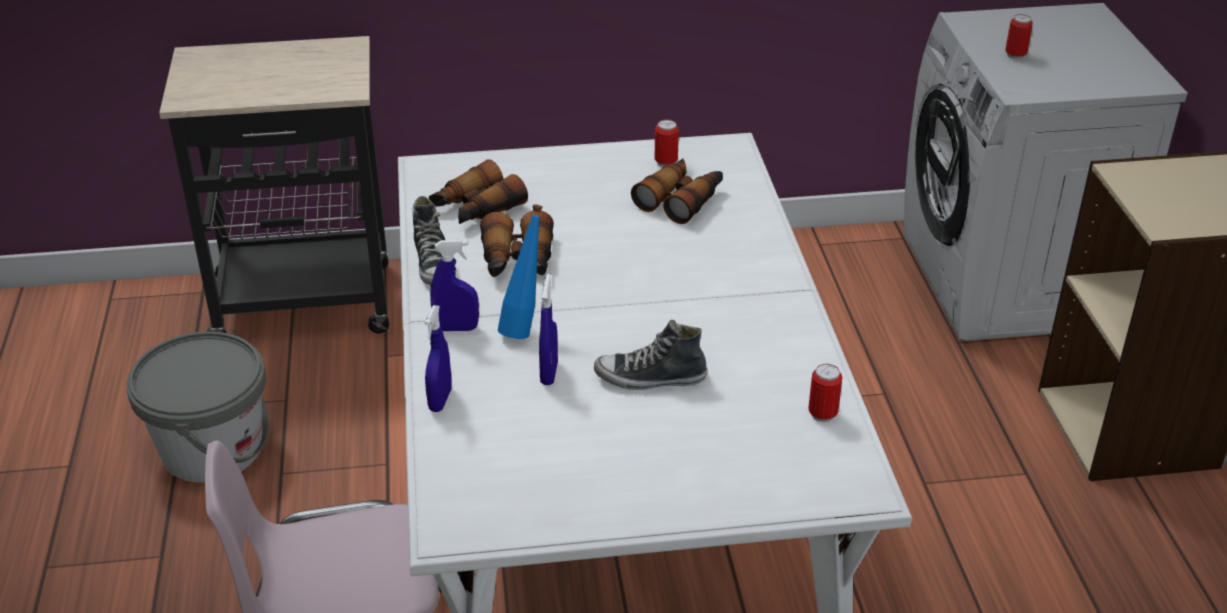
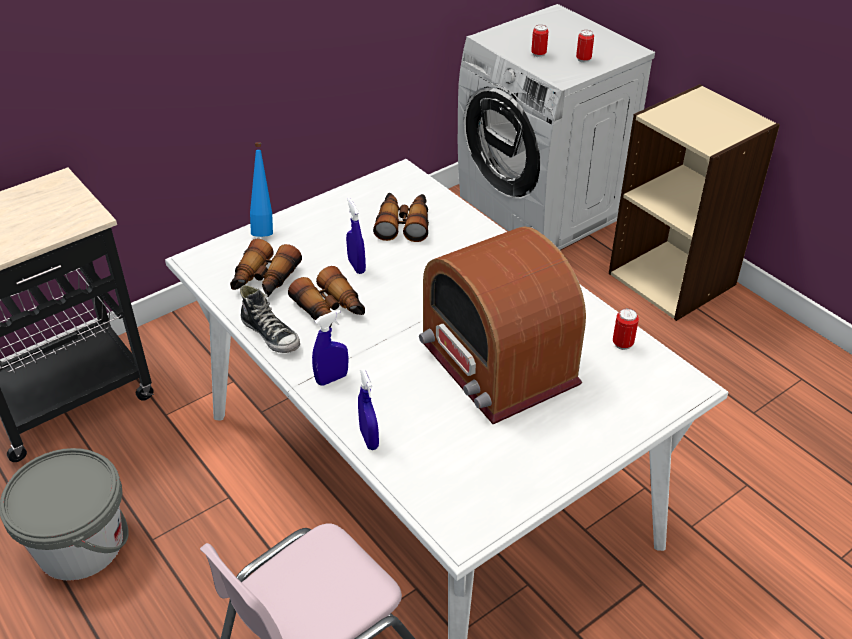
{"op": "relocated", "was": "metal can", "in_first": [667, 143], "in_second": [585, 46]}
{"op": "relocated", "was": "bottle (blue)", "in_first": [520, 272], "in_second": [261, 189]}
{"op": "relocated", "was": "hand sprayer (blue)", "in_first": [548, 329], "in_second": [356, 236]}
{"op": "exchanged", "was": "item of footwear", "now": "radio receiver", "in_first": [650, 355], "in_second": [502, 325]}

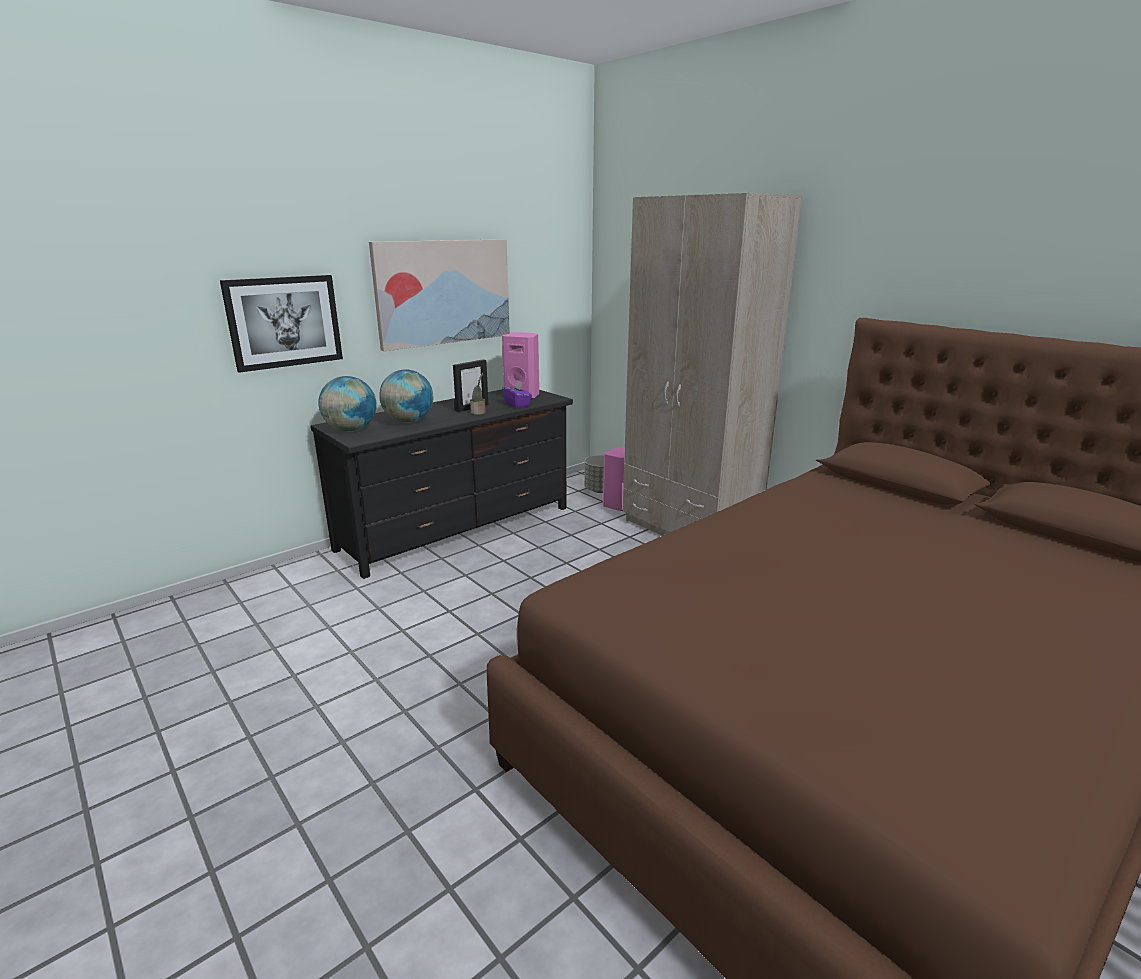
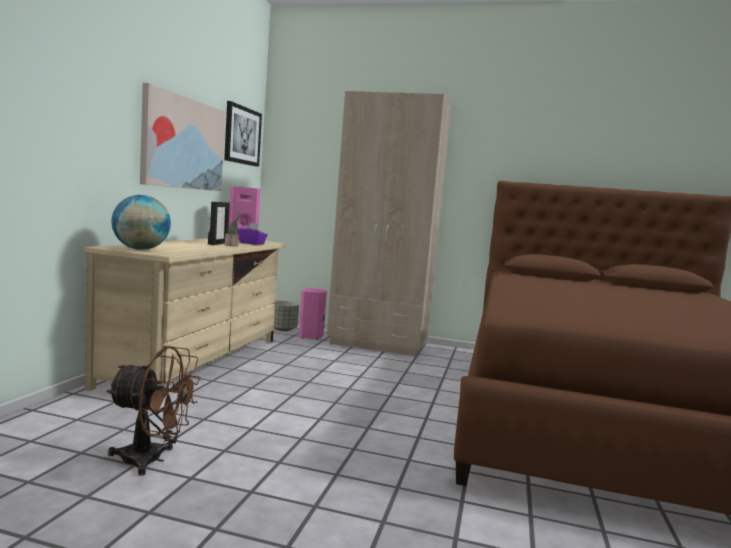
{"op": "relocated", "was": "wall art", "in_first": [281, 324], "in_second": [243, 134]}
{"op": "missing", "was": "desk globe", "in_first": [406, 396]}
{"op": "colour", "was": "chest of drawers (blackish)", "now": "chest of drawers (beige-coloured)", "in_first": [442, 484], "in_second": [185, 314]}
{"op": "appeared", "now": "fan (brownish)", "in_second": [154, 411]}

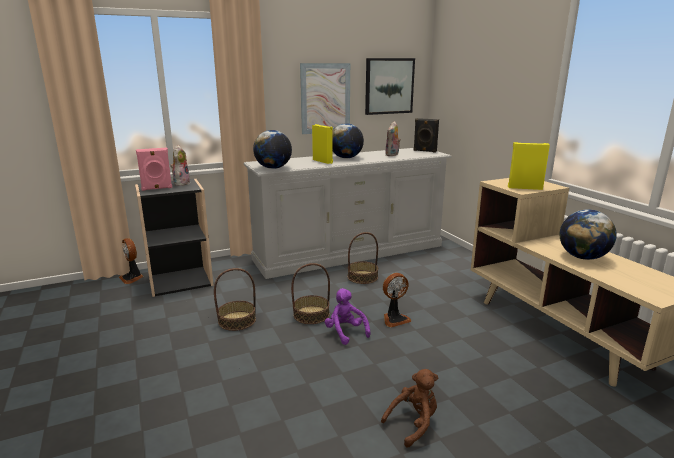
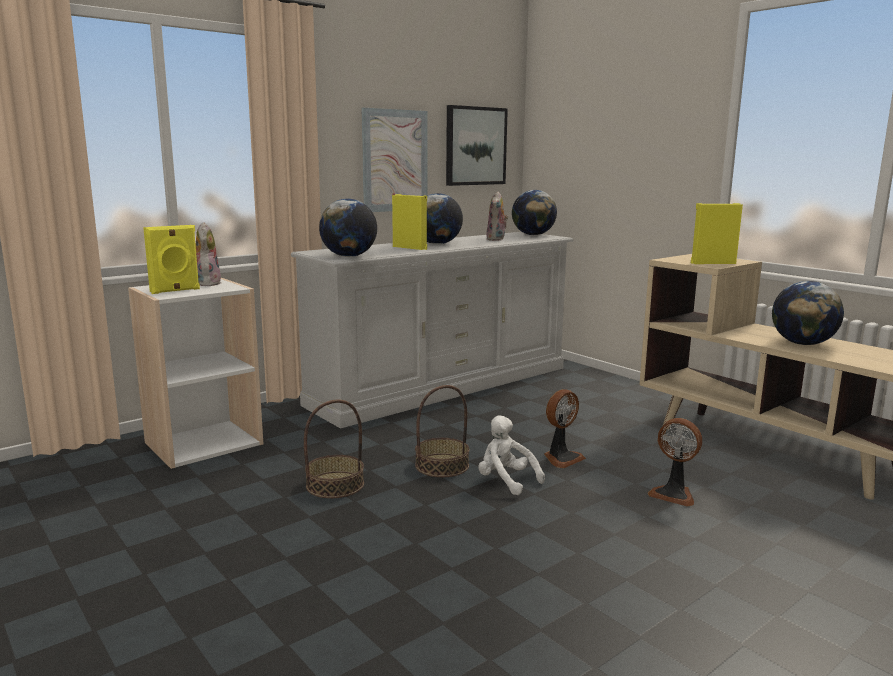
{"op": "exchanged", "was": "audio speaker (blackish)", "now": "desk globe", "in_first": [426, 135], "in_second": [534, 212]}
{"op": "colour", "was": "audio speaker (pink-coloured)", "now": "audio speaker (yellow-coloured)", "in_first": [154, 169], "in_second": [171, 259]}
{"op": "colour", "was": "bookshelf (blackish)", "now": "bookshelf (whitish)", "in_first": [174, 237], "in_second": [195, 373]}
{"op": "missing", "was": "household basket", "in_first": [363, 258]}
{"op": "relocated", "was": "fan", "in_first": [131, 261], "in_second": [675, 462]}
{"op": "colour", "was": "plush toy (purple)", "now": "plush toy (whitish)", "in_first": [348, 316], "in_second": [511, 455]}
{"op": "missing", "was": "plush toy (brownish)", "in_first": [409, 408]}

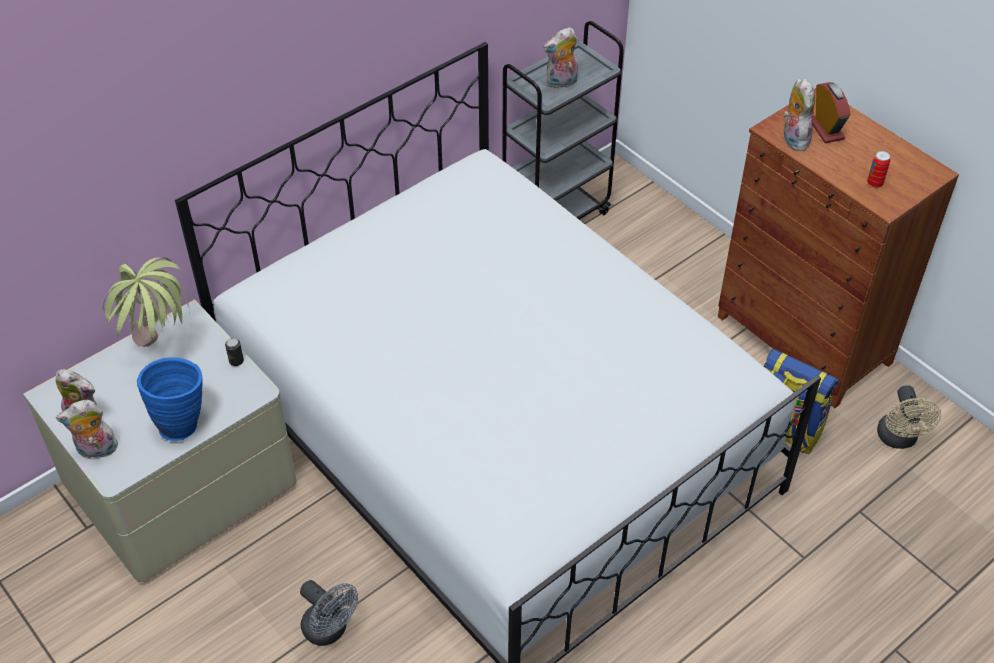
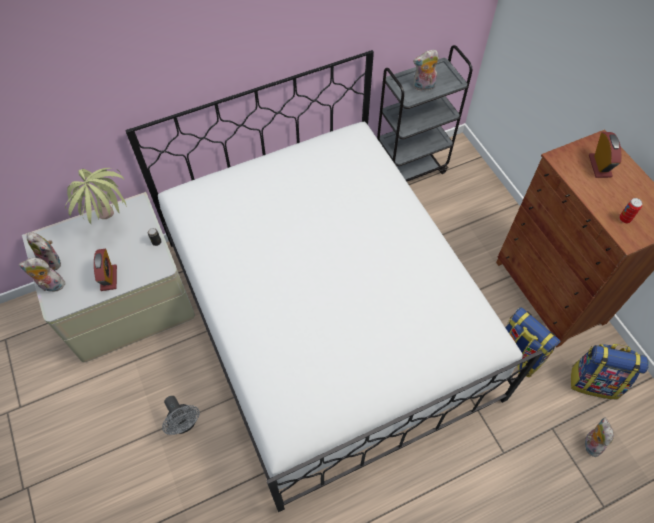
{"op": "relocated", "was": "plush toy", "in_first": [799, 115], "in_second": [599, 437]}
{"op": "exchanged", "was": "vase (blue)", "now": "alarm clock", "in_first": [170, 399], "in_second": [105, 270]}
{"op": "exchanged", "was": "fan (beige-coloured)", "now": "rucksack", "in_first": [909, 417], "in_second": [610, 371]}

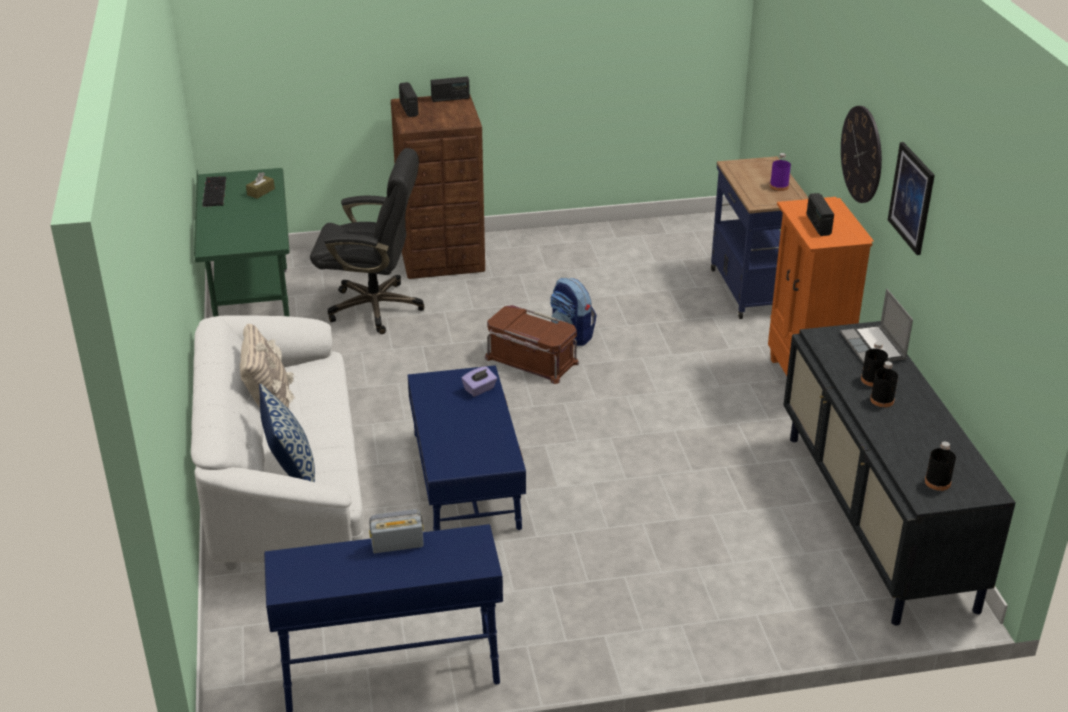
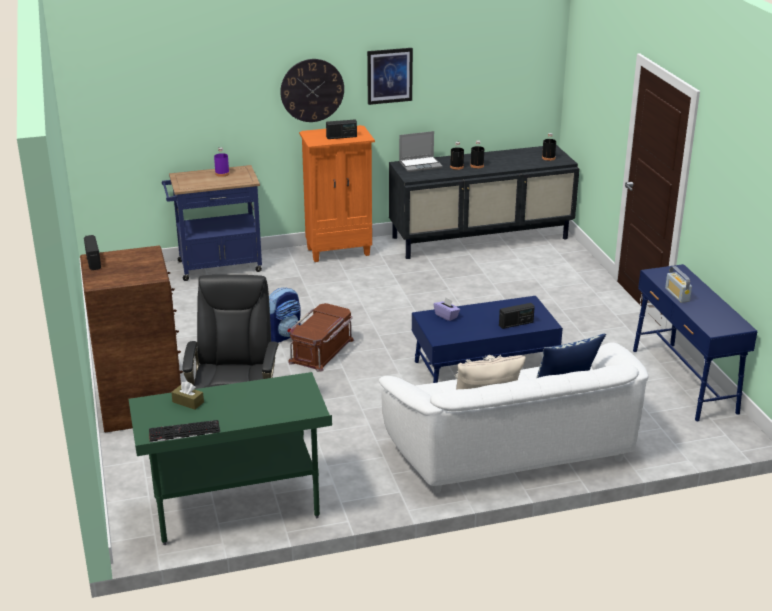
{"op": "relocated", "was": "radio receiver", "in_first": [409, 99], "in_second": [517, 316]}

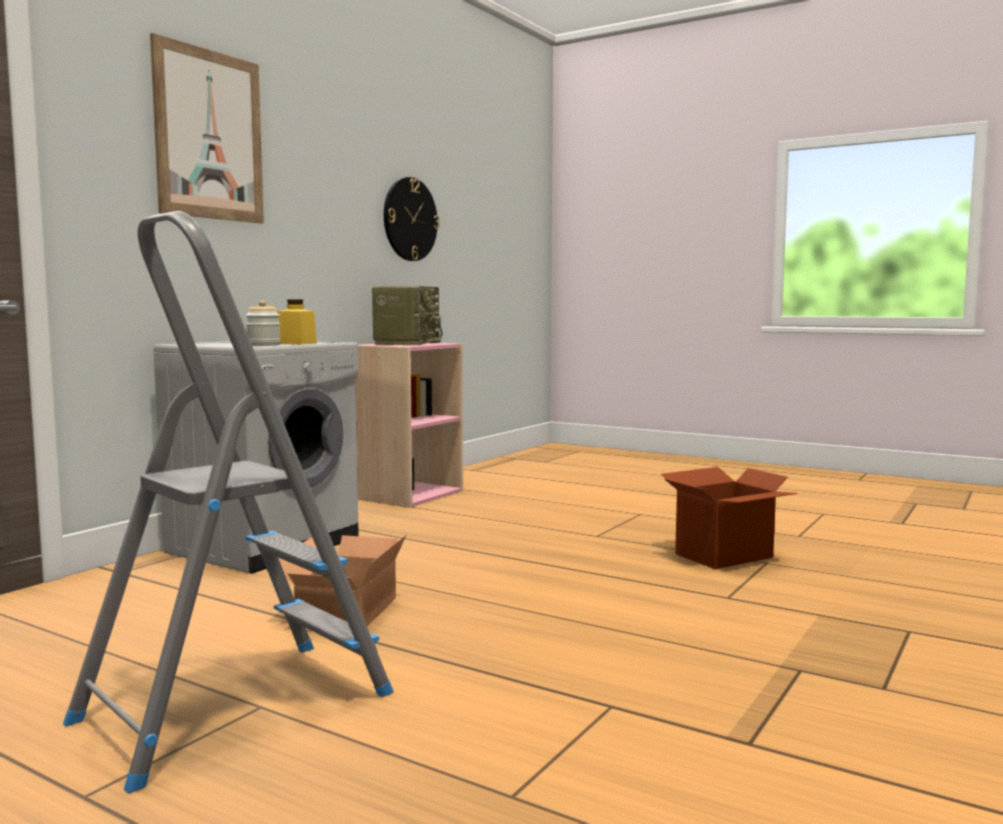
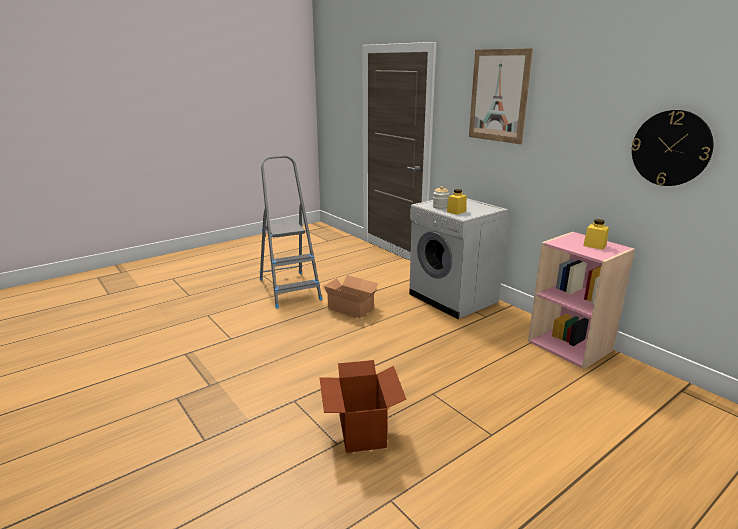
{"op": "exchanged", "was": "radio receiver", "now": "preserve jar (yellow-coloured)", "in_first": [407, 315], "in_second": [596, 234]}

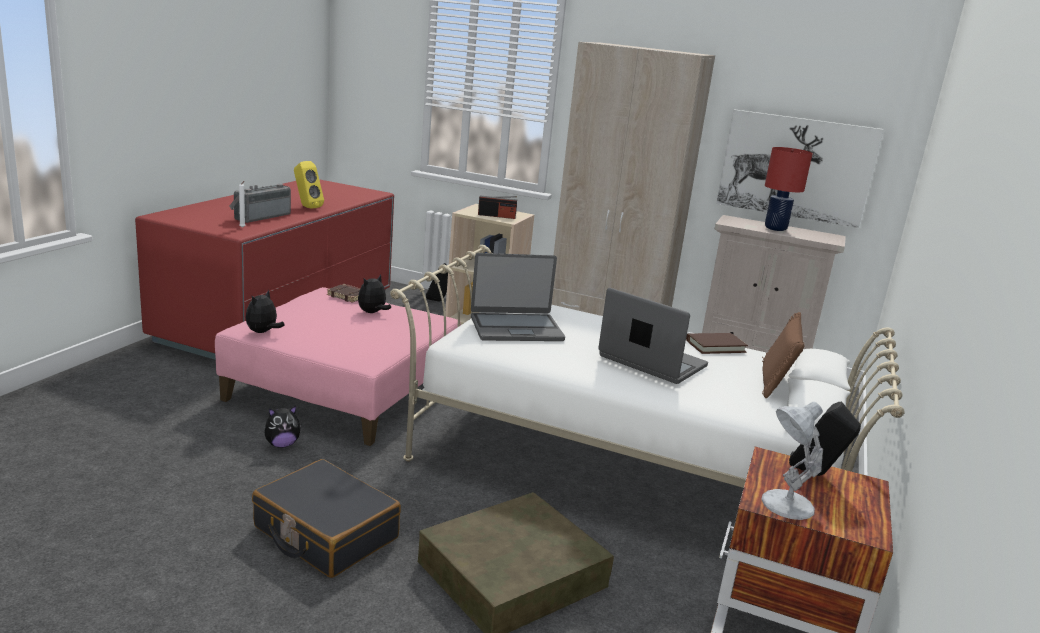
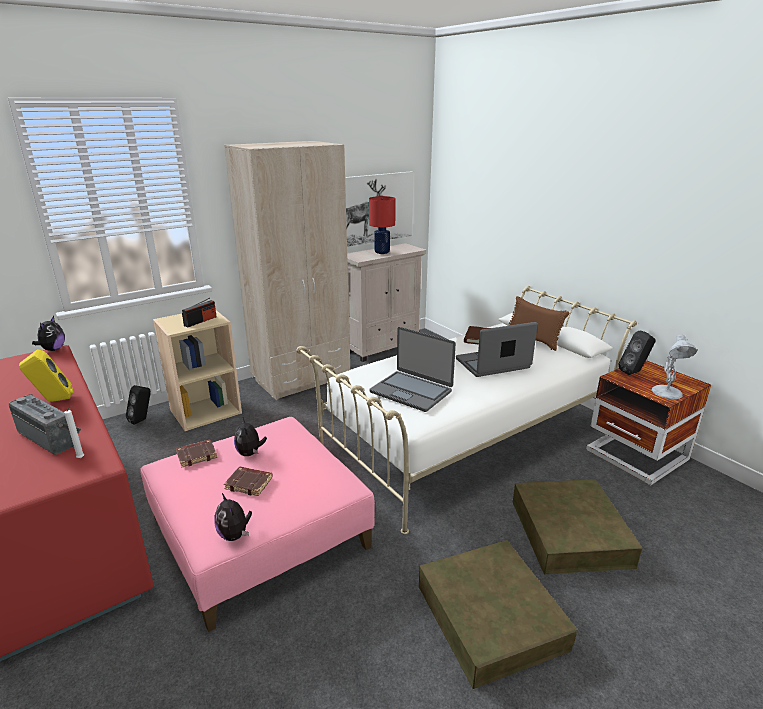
{"op": "spun", "was": "radio receiver", "in_first": [260, 203], "in_second": [45, 424], "clockwise": 150}
{"op": "spun", "was": "portable computer", "in_first": [518, 297], "in_second": [412, 369], "clockwise": 105}
{"op": "relocated", "was": "plush toy", "in_first": [283, 427], "in_second": [48, 333]}
{"op": "exchanged", "was": "piece of luggage (blackish)", "now": "storage container (brownish)", "in_first": [326, 518], "in_second": [498, 614]}
{"op": "appeared", "now": "bound book (brownish)", "in_second": [248, 481]}

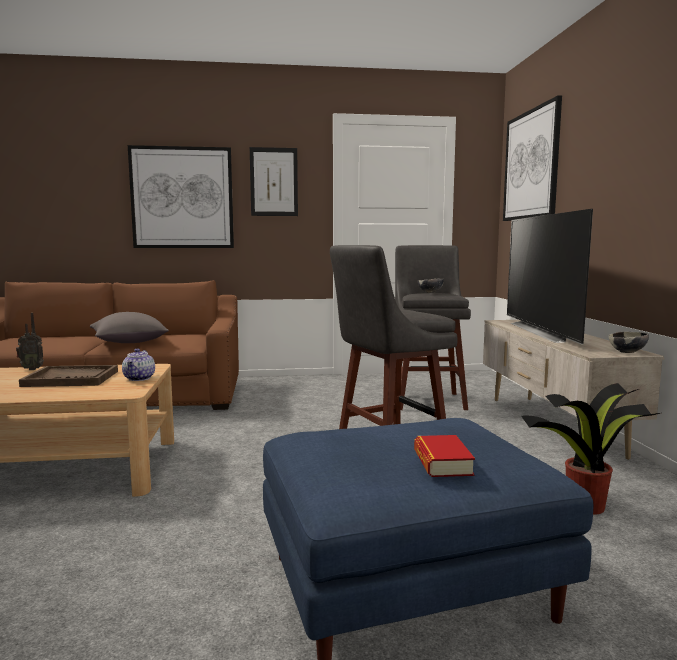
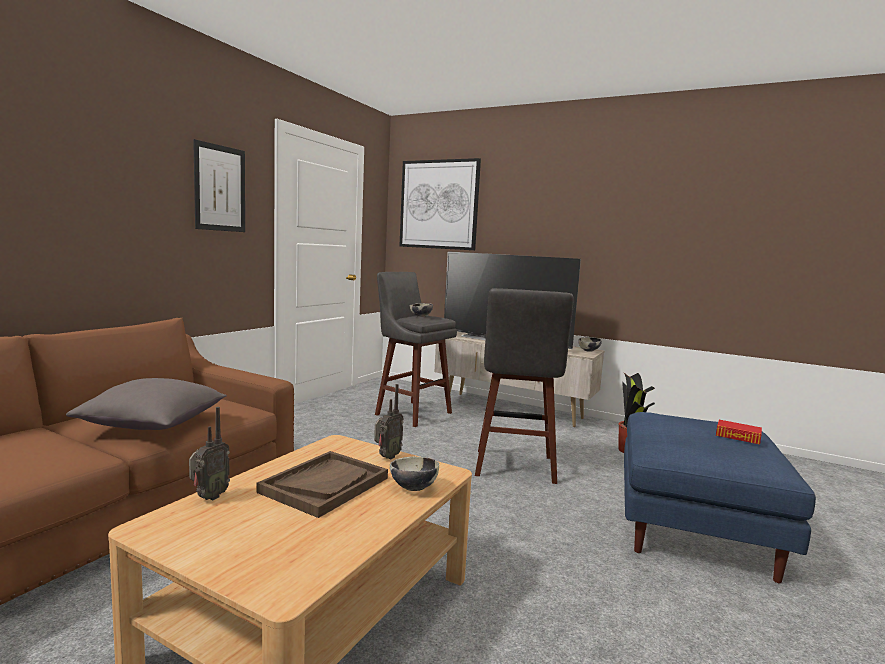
{"op": "missing", "was": "wall art", "in_first": [181, 196]}
{"op": "exchanged", "was": "teapot", "now": "radio receiver", "in_first": [138, 364], "in_second": [389, 421]}
{"op": "appeared", "now": "bowl", "in_second": [414, 473]}

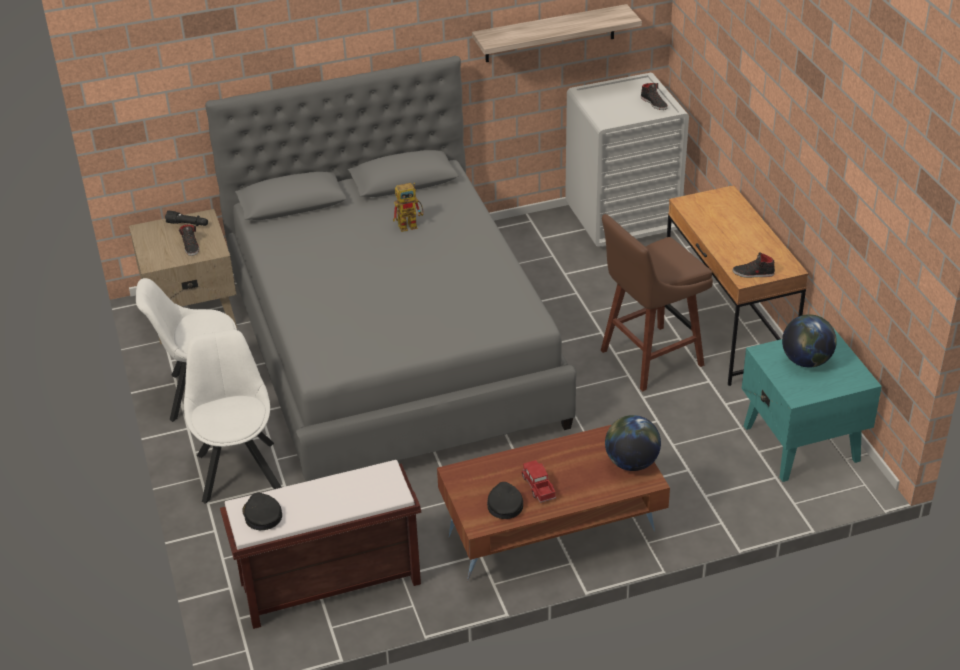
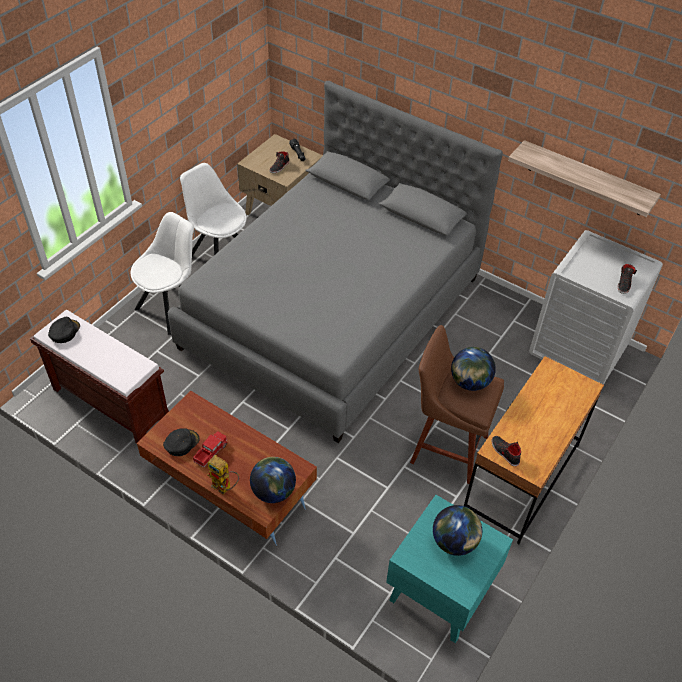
{"op": "relocated", "was": "robot figure", "in_first": [408, 207], "in_second": [223, 475]}
{"op": "appeared", "now": "desk globe", "in_second": [473, 369]}

